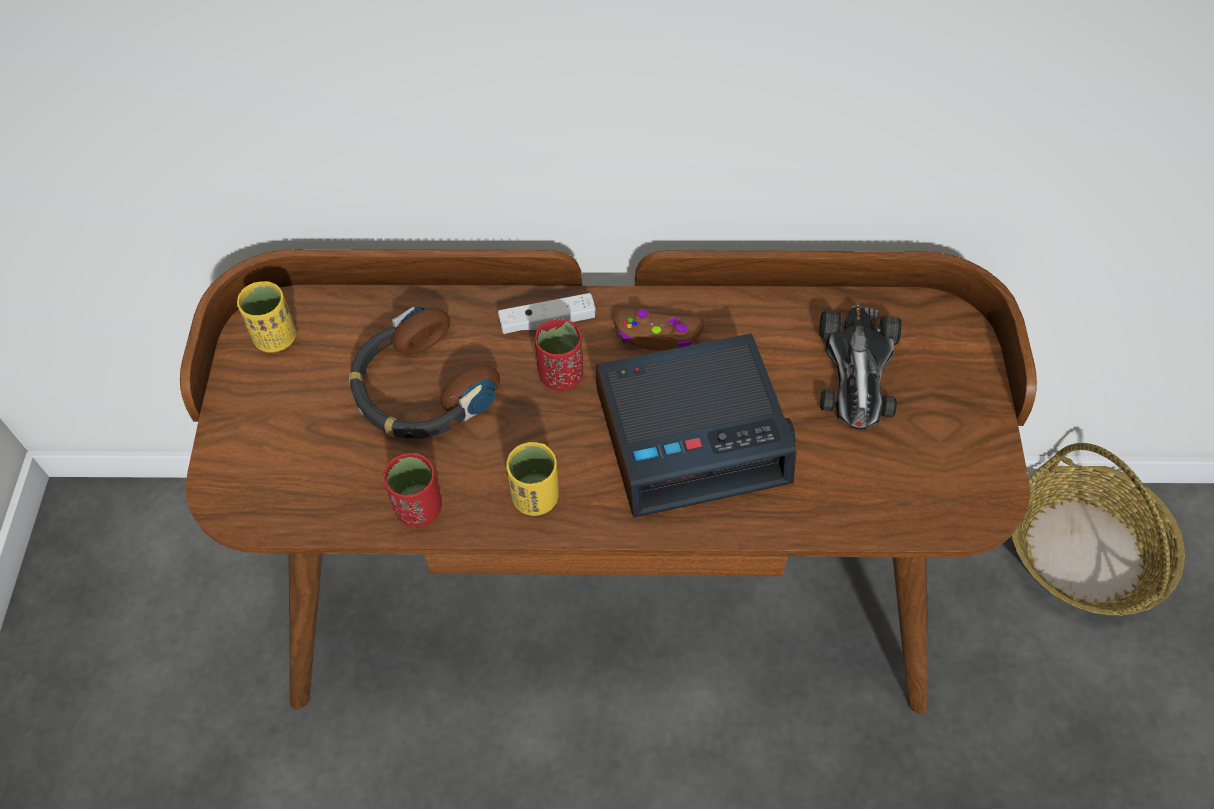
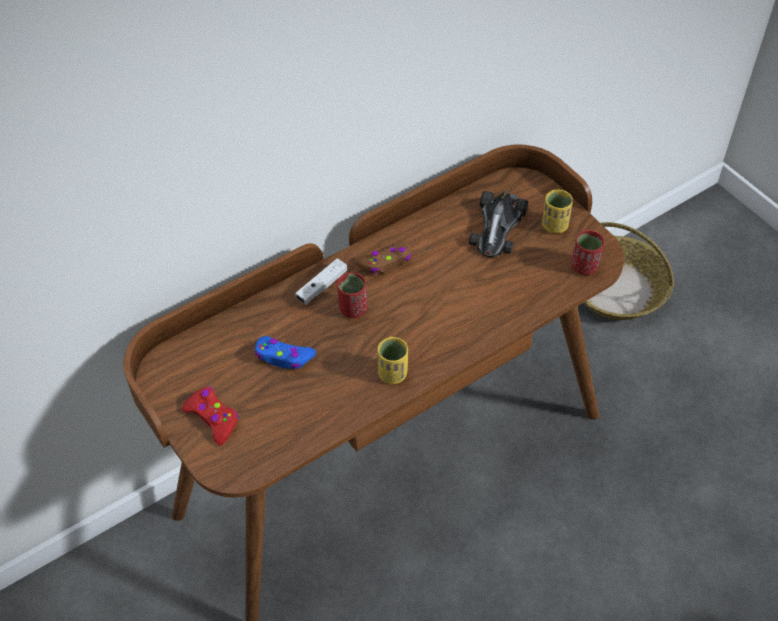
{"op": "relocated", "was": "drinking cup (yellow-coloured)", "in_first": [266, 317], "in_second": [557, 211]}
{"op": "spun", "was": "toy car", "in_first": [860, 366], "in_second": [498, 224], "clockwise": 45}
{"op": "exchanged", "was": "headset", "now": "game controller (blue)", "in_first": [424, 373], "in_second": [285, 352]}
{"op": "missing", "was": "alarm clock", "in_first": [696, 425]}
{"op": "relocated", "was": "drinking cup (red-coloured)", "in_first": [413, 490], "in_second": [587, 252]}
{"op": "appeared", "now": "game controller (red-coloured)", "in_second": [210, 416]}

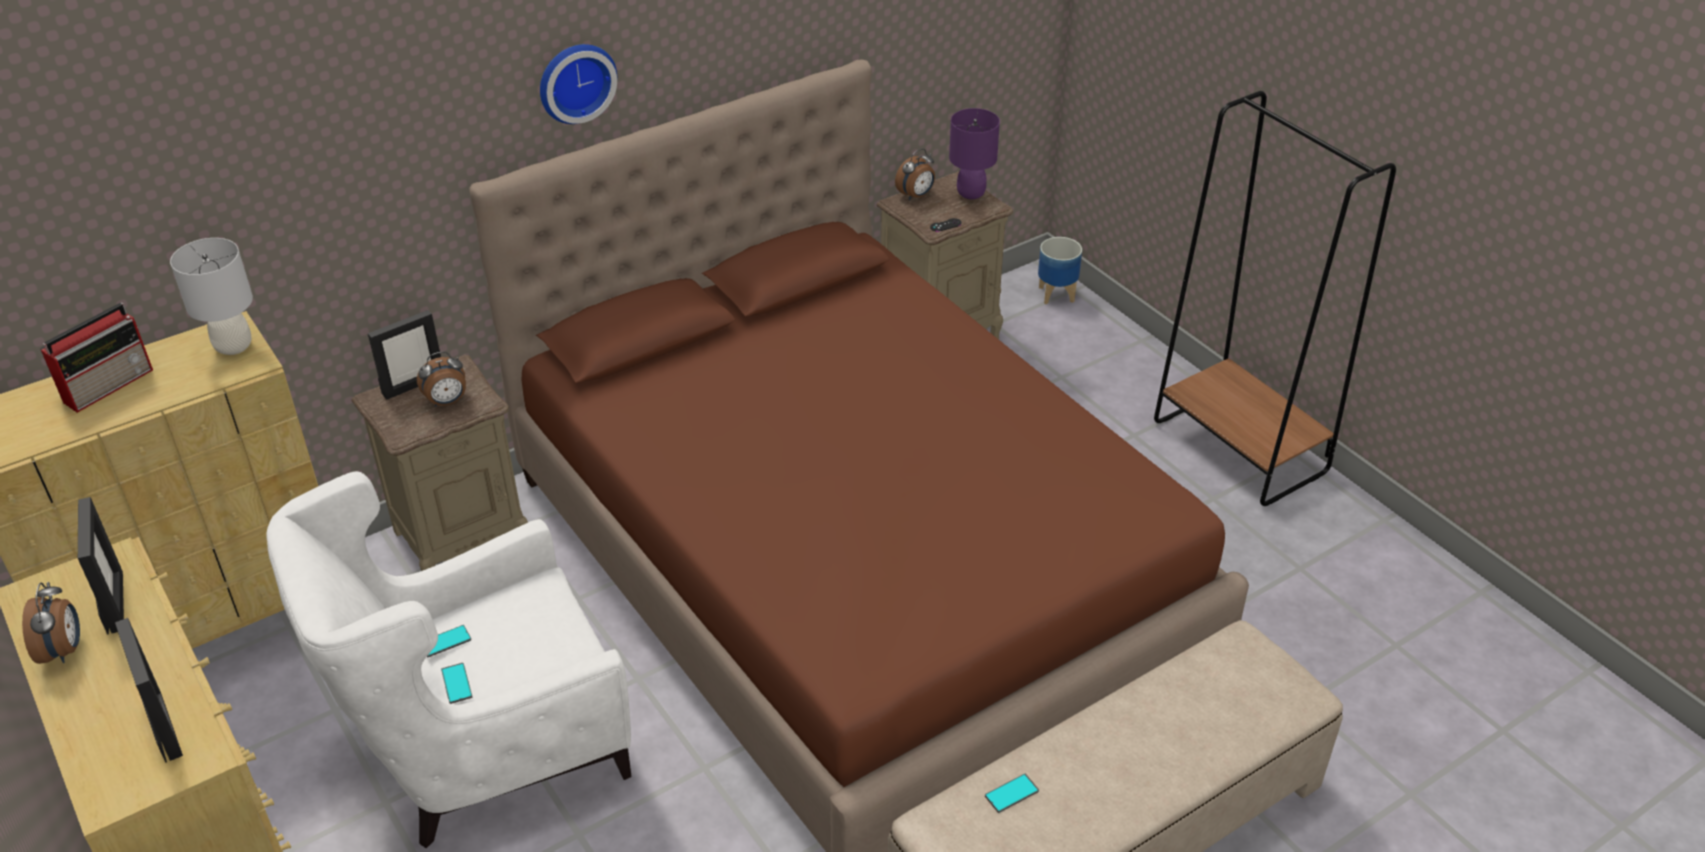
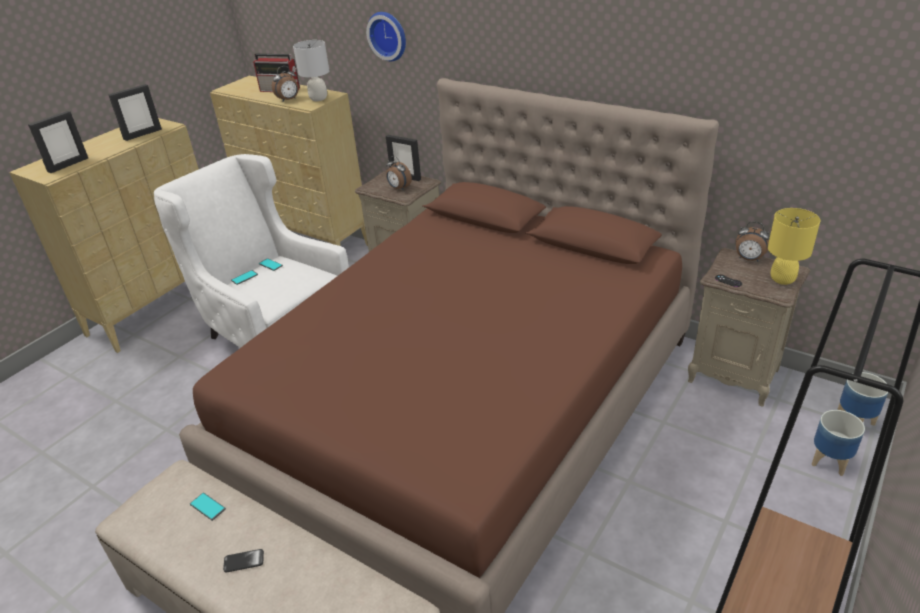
{"op": "relocated", "was": "wall clock", "in_first": [578, 84], "in_second": [386, 36]}
{"op": "colour", "was": "lamp for a table (purple)", "now": "lamp for a table (yellow-coloured)", "in_first": [974, 154], "in_second": [794, 246]}
{"op": "relocated", "was": "alarm clock", "in_first": [51, 623], "in_second": [285, 83]}
{"op": "appeared", "now": "plant pot", "in_second": [838, 443]}
{"op": "appeared", "now": "telephone", "in_second": [243, 561]}

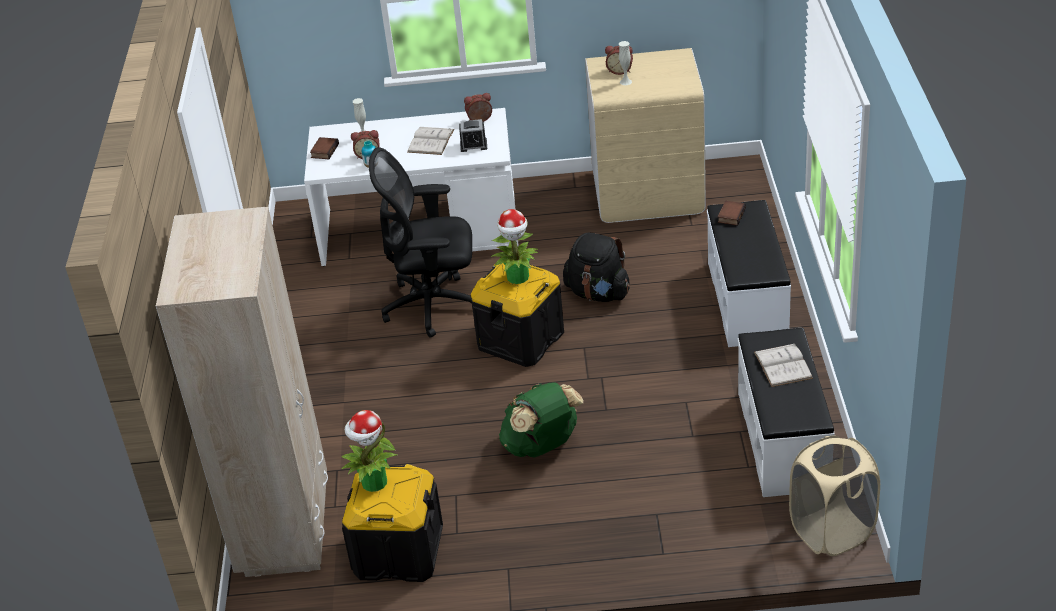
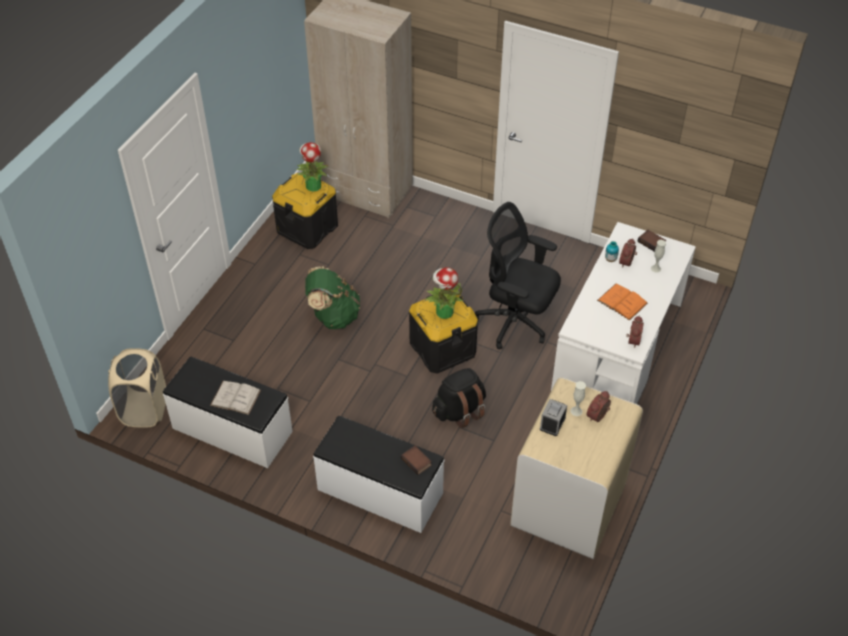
{"op": "relocated", "was": "alarm clock", "in_first": [473, 135], "in_second": [553, 417]}
{"op": "colour", "was": "bound book (whitish)", "now": "bound book (orange-coloured)", "in_first": [431, 141], "in_second": [622, 302]}
{"op": "spun", "was": "computer chair (blackish)", "in_first": [420, 242], "in_second": [518, 275], "clockwise": -90}

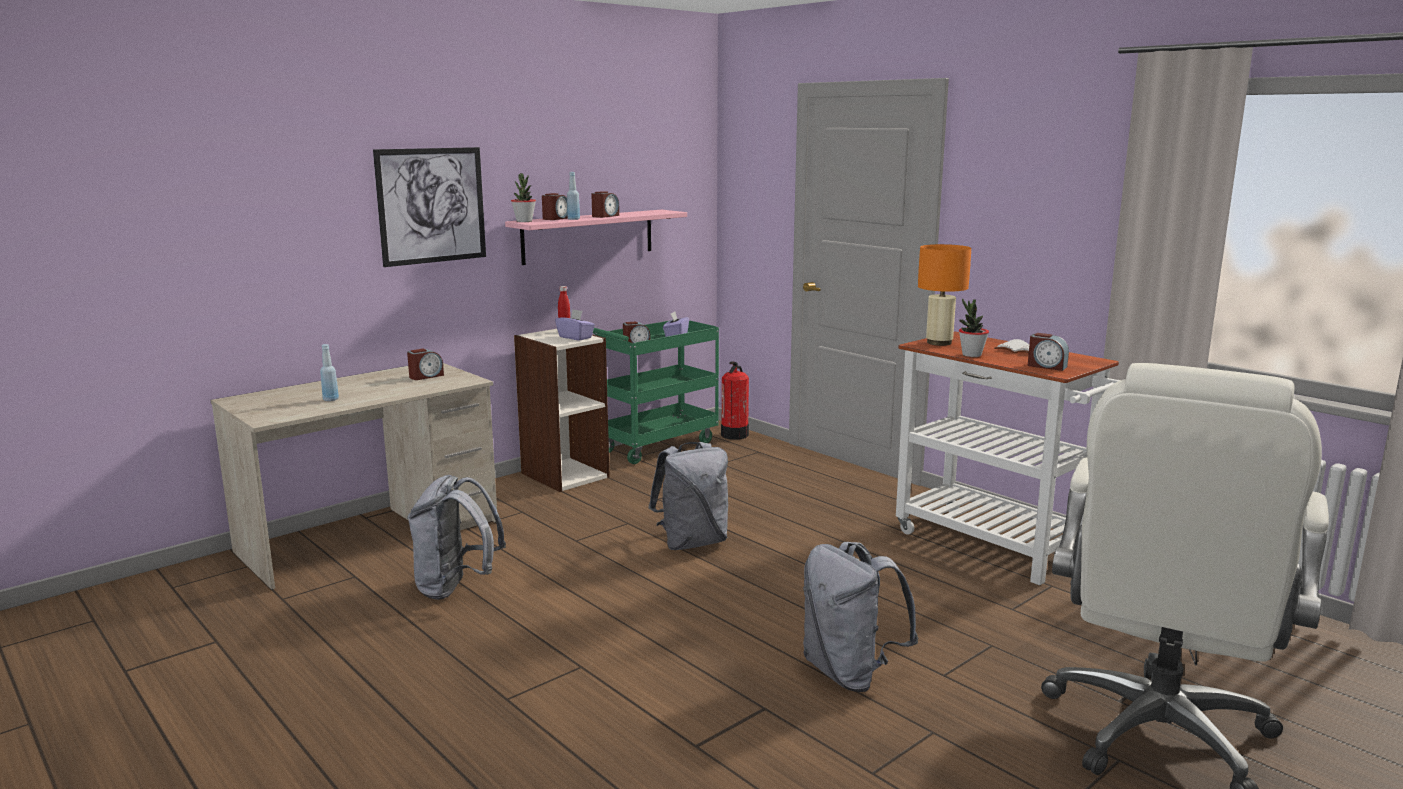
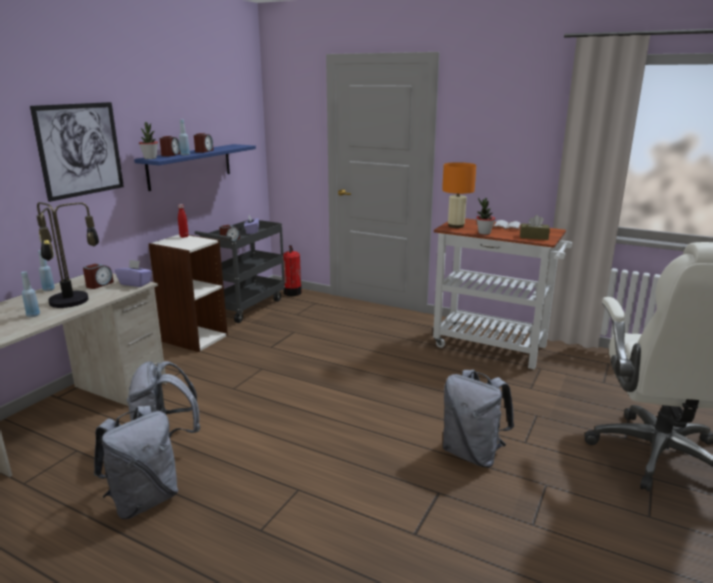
{"op": "colour", "was": "wall shelf (pink-coloured)", "now": "wall shelf (blue)", "in_first": [596, 237], "in_second": [195, 167]}
{"op": "relocated", "was": "box of tissues (purple)", "in_first": [575, 325], "in_second": [133, 273]}
{"op": "colour", "was": "cart (green)", "now": "cart (gray)", "in_first": [656, 392], "in_second": [239, 271]}
{"op": "exchanged", "was": "alarm clock", "now": "box of tissues (brownish)", "in_first": [1048, 352], "in_second": [535, 227]}
{"op": "relocated", "was": "rucksack (gray)", "in_first": [688, 496], "in_second": [136, 462]}
{"op": "appeared", "now": "lamp for a table", "in_second": [68, 255]}
{"op": "appeared", "now": "bottle (blue)", "in_second": [46, 270]}

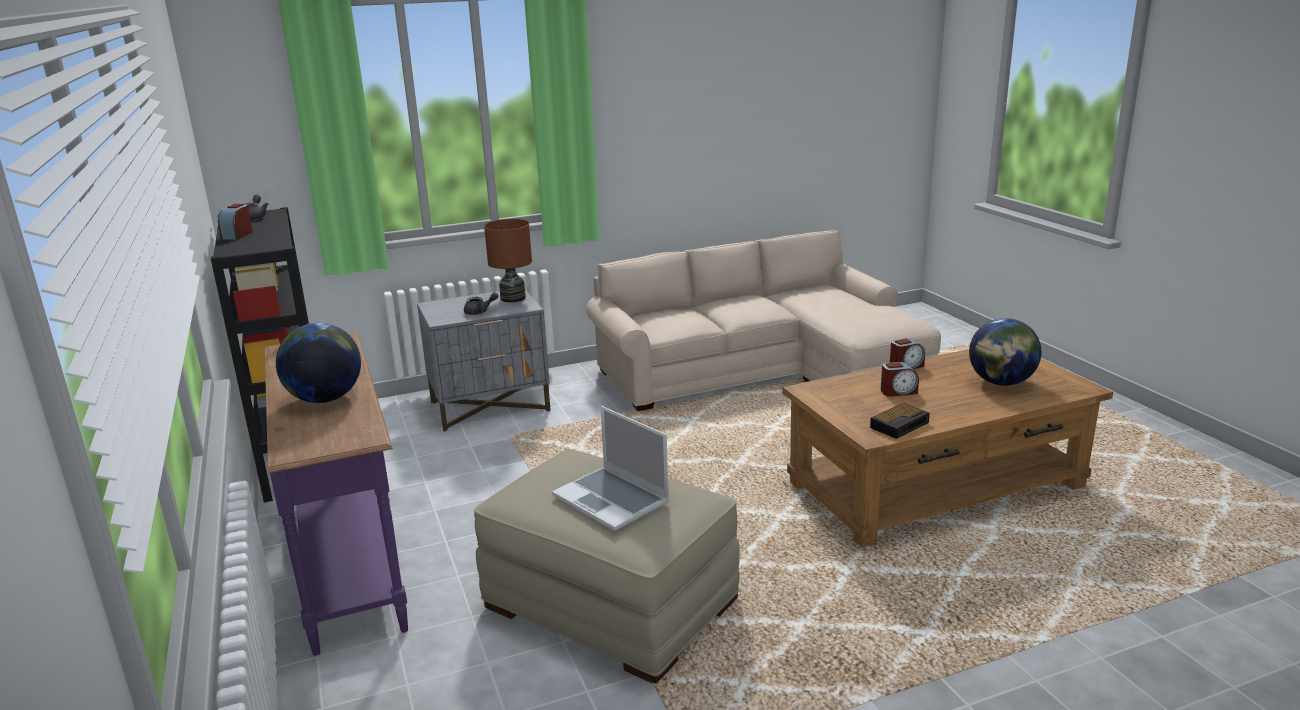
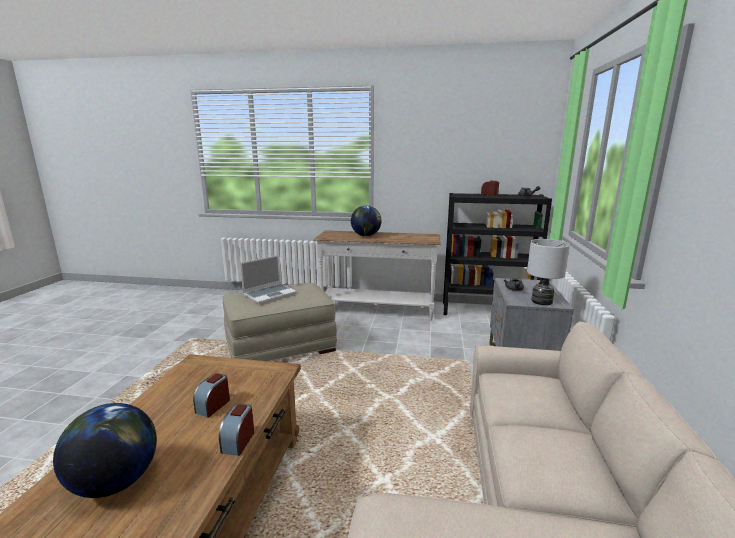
{"op": "colour", "was": "lamp for a table (brownish)", "now": "lamp for a table (gray)", "in_first": [508, 260], "in_second": [548, 272]}
{"op": "colour", "was": "narrow table (purple)", "now": "narrow table (whitish)", "in_first": [336, 494], "in_second": [377, 275]}
{"op": "missing", "was": "alarm clock", "in_first": [900, 421]}
{"op": "spun", "was": "portable computer", "in_first": [610, 468], "in_second": [268, 279], "clockwise": 150}

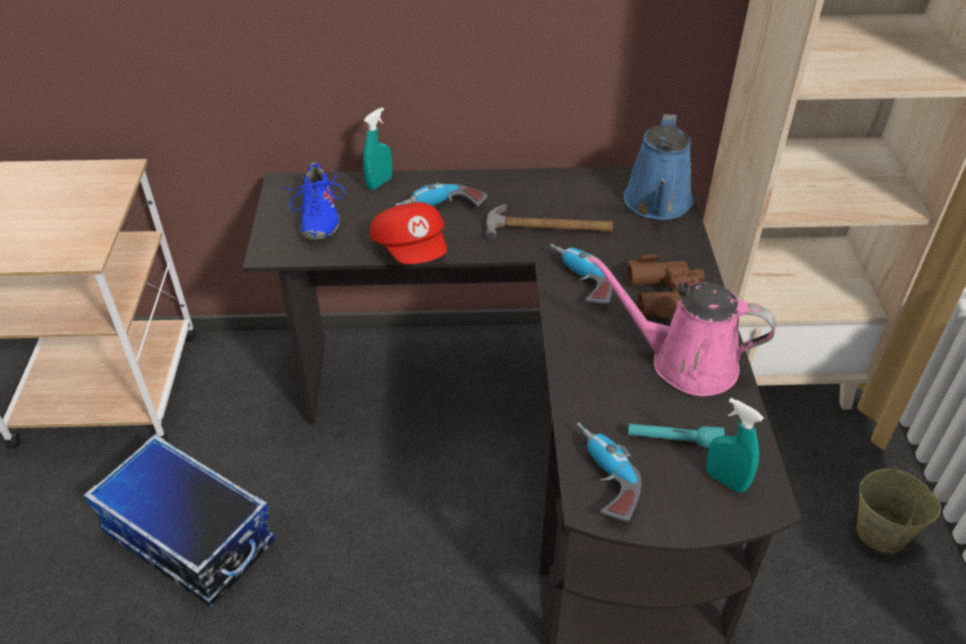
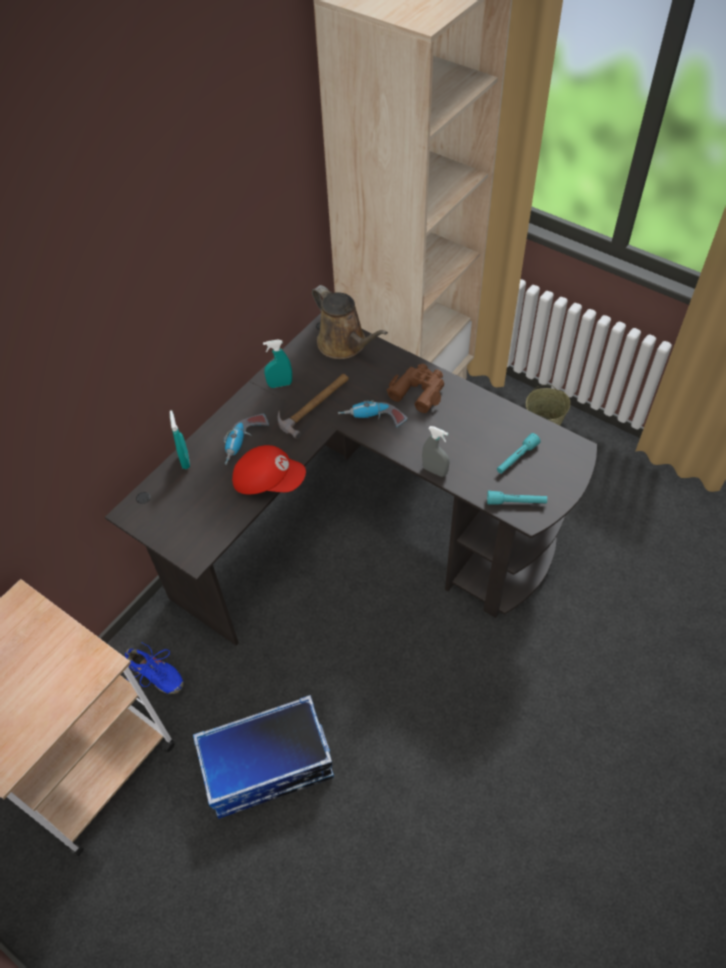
{"op": "colour", "was": "watering can (blue)", "now": "watering can (brownish)", "in_first": [659, 167], "in_second": [350, 322]}
{"op": "relocated", "was": "item of footwear (blue)", "in_first": [314, 201], "in_second": [154, 668]}
{"op": "missing", "was": "watering can (pink-coloured)", "in_first": [682, 325]}
{"op": "relocated", "was": "hand sprayer (blue-green)", "in_first": [735, 445], "in_second": [277, 364]}
{"op": "exchanged", "was": "electric drill", "now": "flashlight (blue-green)", "in_first": [608, 471], "in_second": [517, 498]}
{"op": "appeared", "now": "hand sprayer (gray)", "in_second": [435, 451]}

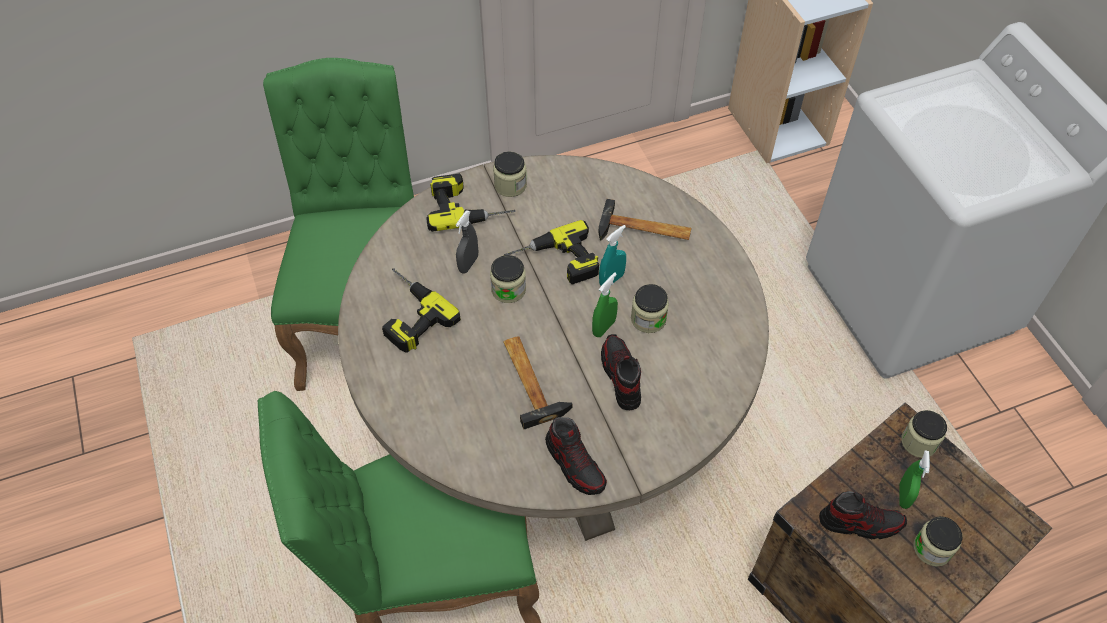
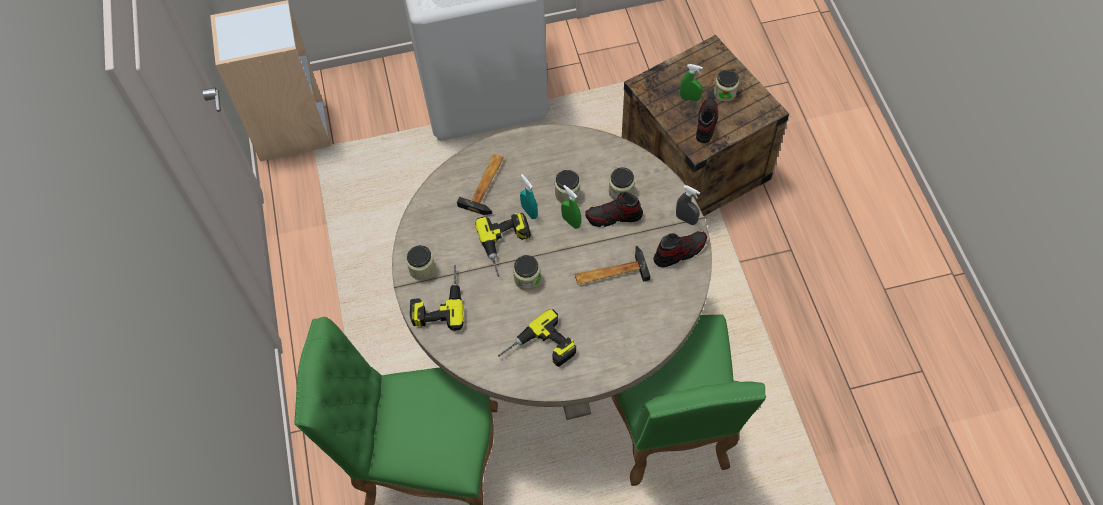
{"op": "relocated", "was": "hand sprayer (gray)", "in_first": [467, 242], "in_second": [688, 205]}
{"op": "relocated", "was": "preserve jar", "in_first": [924, 434], "in_second": [622, 183]}

